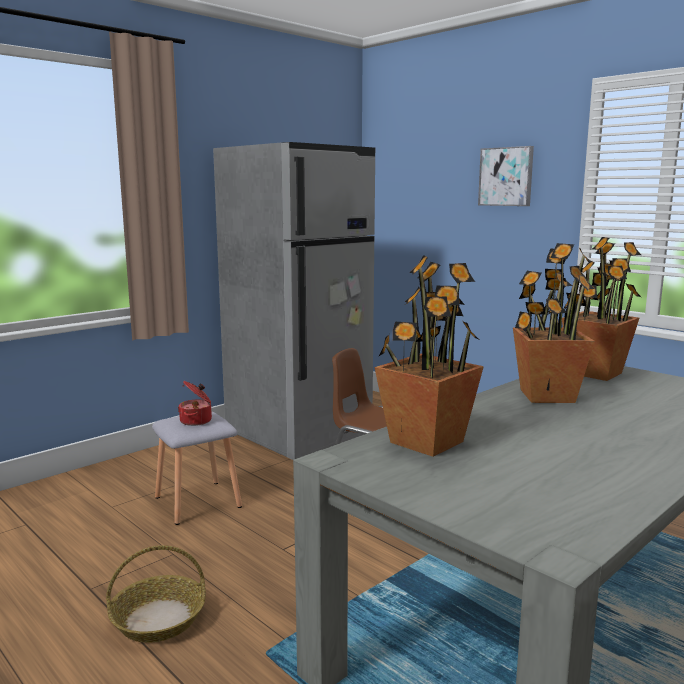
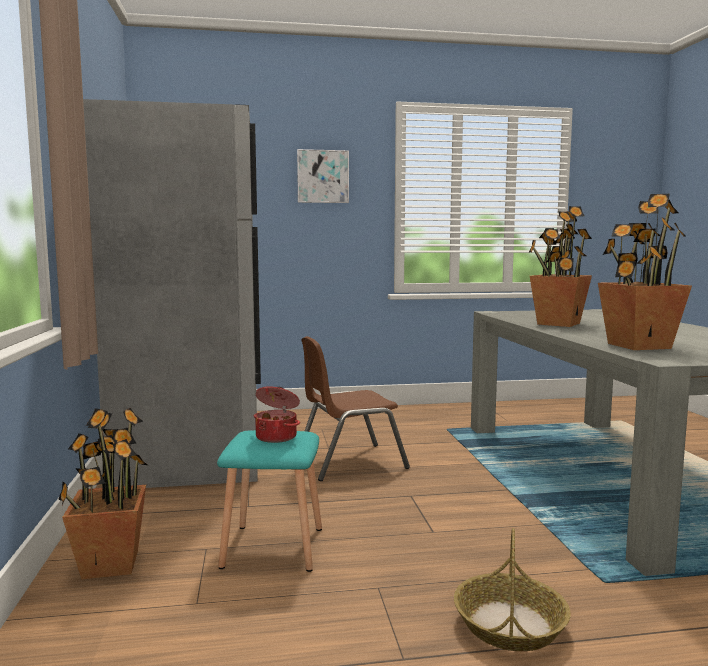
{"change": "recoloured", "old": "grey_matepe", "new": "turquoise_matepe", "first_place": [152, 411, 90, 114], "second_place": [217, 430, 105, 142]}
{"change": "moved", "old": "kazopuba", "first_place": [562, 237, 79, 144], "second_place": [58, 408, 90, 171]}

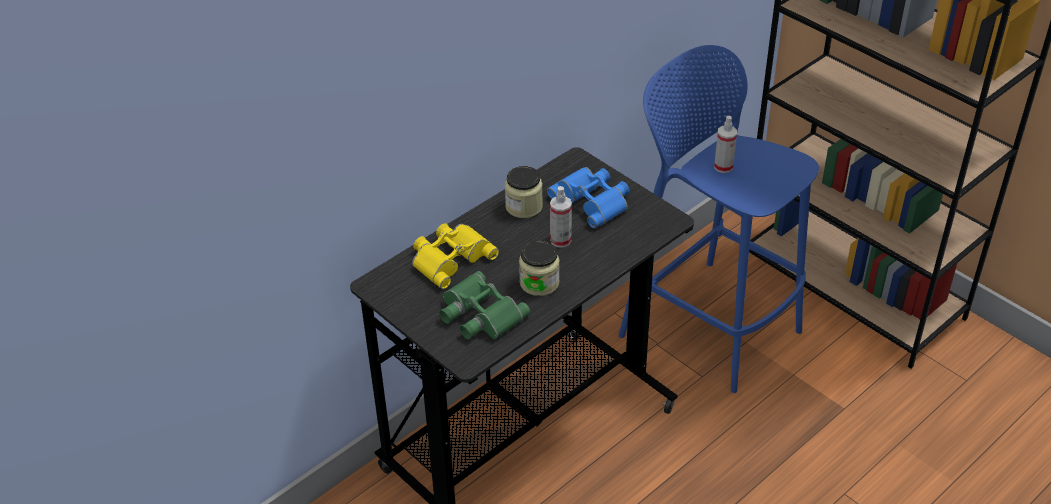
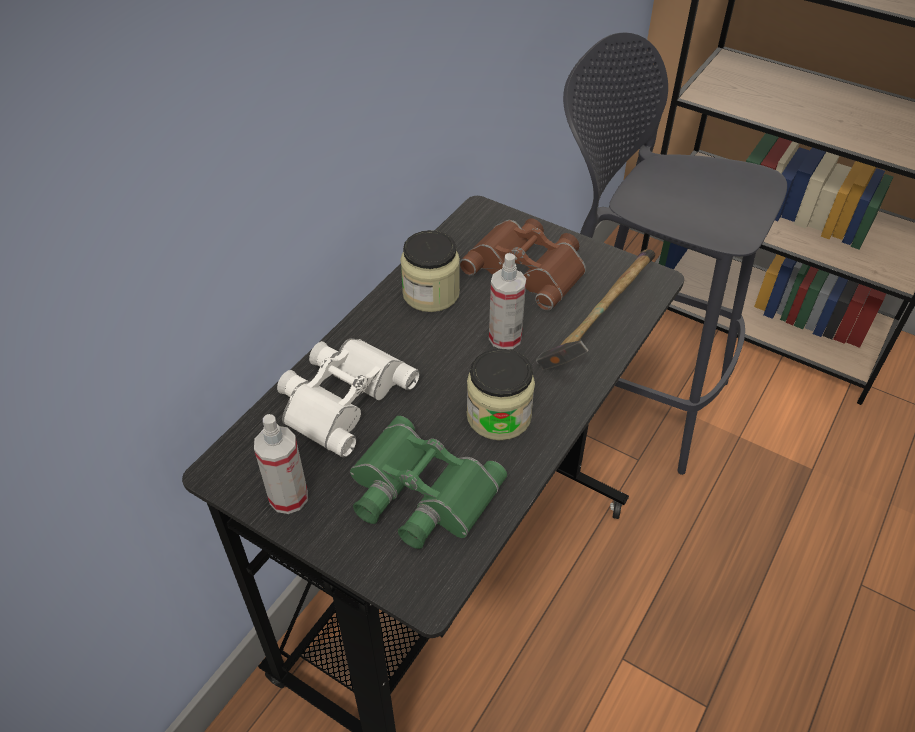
{"change": "recoloured", "old": "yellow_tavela", "new": "white_tavela", "first_place": [412, 223, 87, 66], "second_place": [277, 338, 143, 120]}
{"change": "recoloured", "old": "blue_tavela", "new": "brown_tavela", "first_place": [547, 167, 83, 61], "second_place": [459, 218, 127, 93]}
{"change": "recoloured", "old": "blue_matepe", "new": "grey_matepe", "first_place": [618, 45, 201, 348], "second_place": [563, 33, 224, 442]}
{"change": "moved", "old": "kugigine", "first_place": [714, 116, 23, 57], "second_place": [254, 414, 54, 100]}
{"change": "added", "new": "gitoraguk", "second_place": [536, 249, 119, 121]}

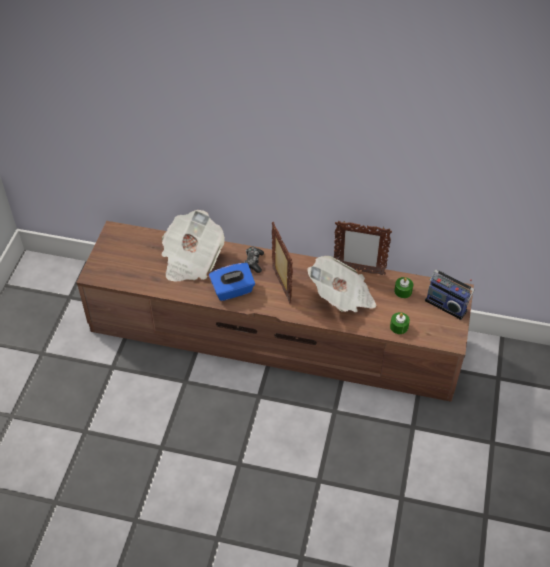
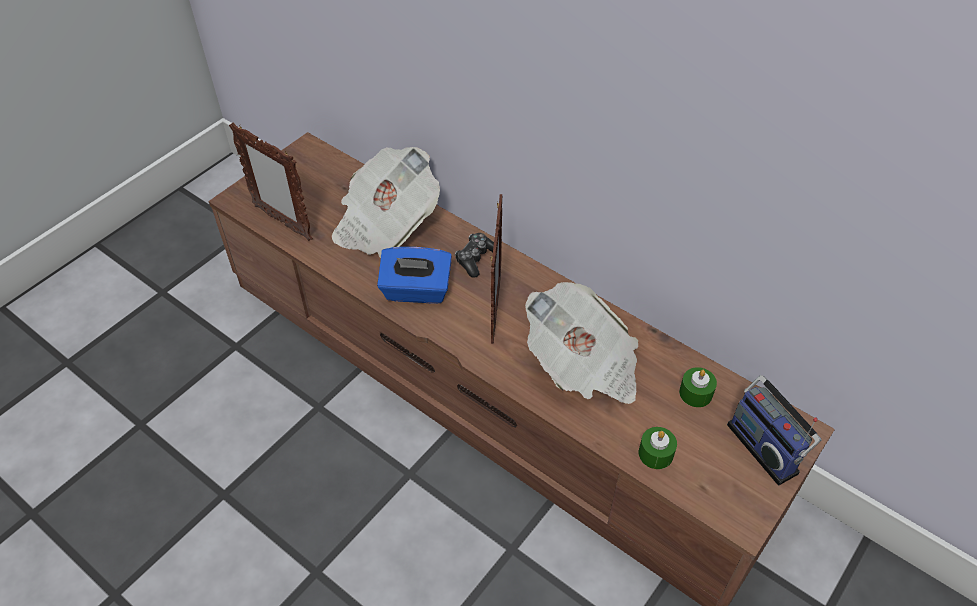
{"change": "moved", "old": "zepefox", "first_place": [334, 221, 58, 55], "second_place": [229, 123, 84, 118]}

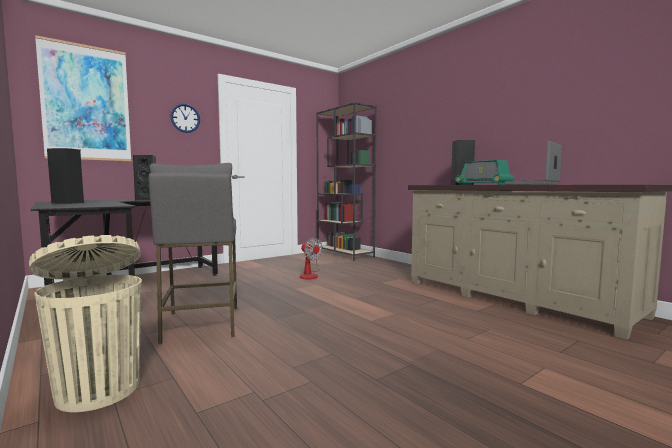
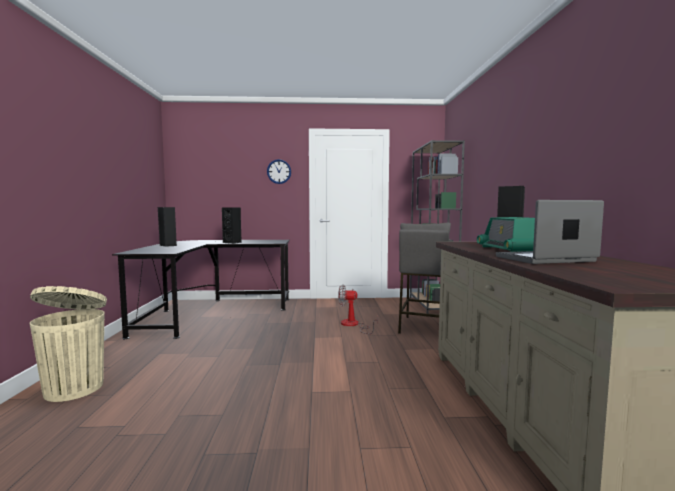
{"change": "removed", "old": "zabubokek", "first_place": [35, 35, 97, 126]}
{"change": "moved", "old": "grey_matepe", "first_place": [149, 163, 88, 181], "second_place": [398, 223, 53, 111]}
{"change": "turned", "old": "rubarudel", "first_place": [300, 238, 23, 41], "second_place": [338, 284, 40, 50], "degrees": 105}

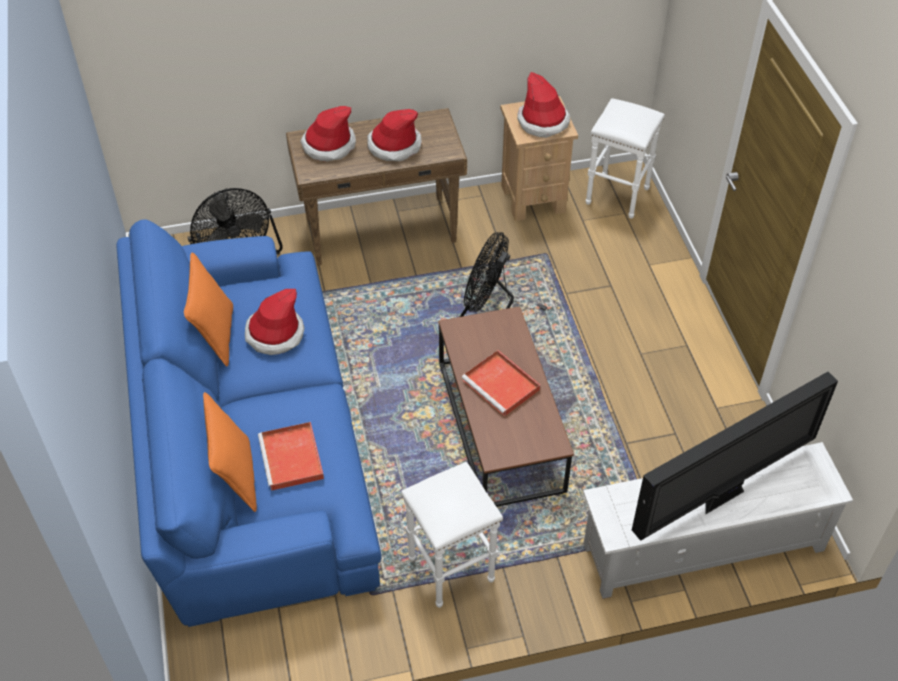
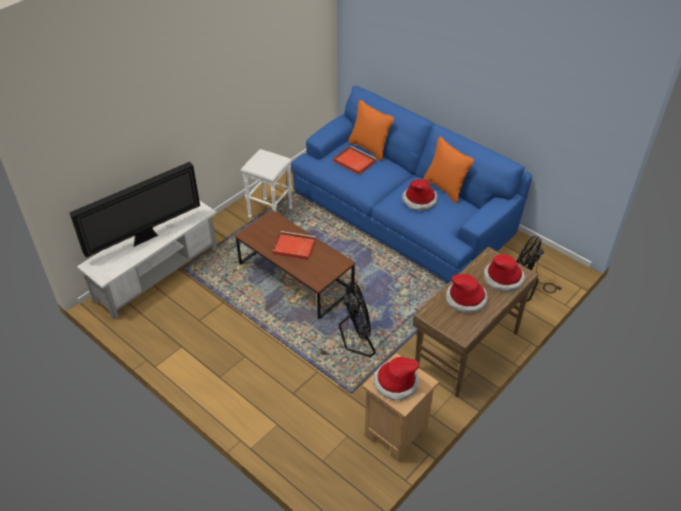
{"change": "removed", "old": "white_matepe", "first_place": [586, 98, 79, 120]}
{"change": "turned", "old": "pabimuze", "first_place": [632, 372, 206, 169], "second_place": [69, 162, 131, 96], "degrees": -150}

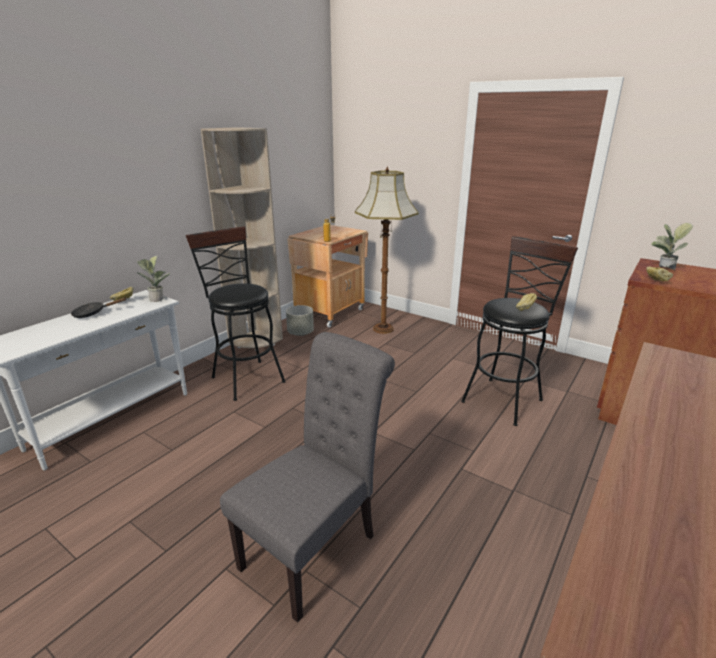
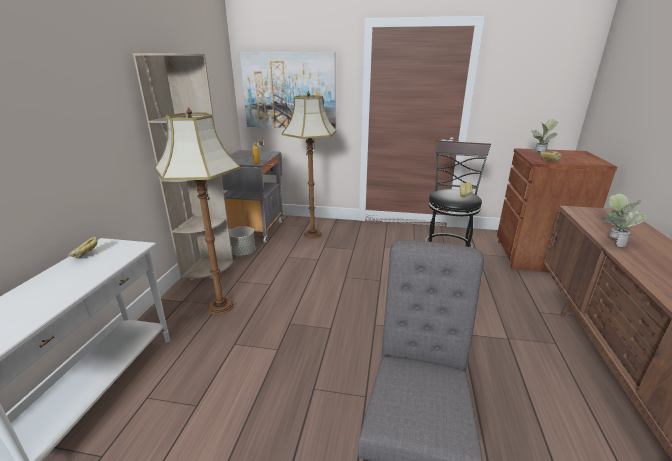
{"change": "removed", "old": "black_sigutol", "first_place": [71, 298, 56, 20]}
{"change": "moved", "old": "kazopuba", "first_place": [136, 256, 34, 46], "second_place": [601, 194, 46, 53]}
{"change": "replaced", "old": "black_matepe", "new": "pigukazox", "first_place": [186, 226, 100, 175], "second_place": [154, 107, 87, 208]}
{"change": "recoloured", "old": "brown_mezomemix", "new": "grey_mezomemix", "first_place": [287, 225, 81, 102], "second_place": [222, 150, 61, 93]}
{"change": "added", "new": "zabubokek", "second_place": [240, 52, 96, 77]}

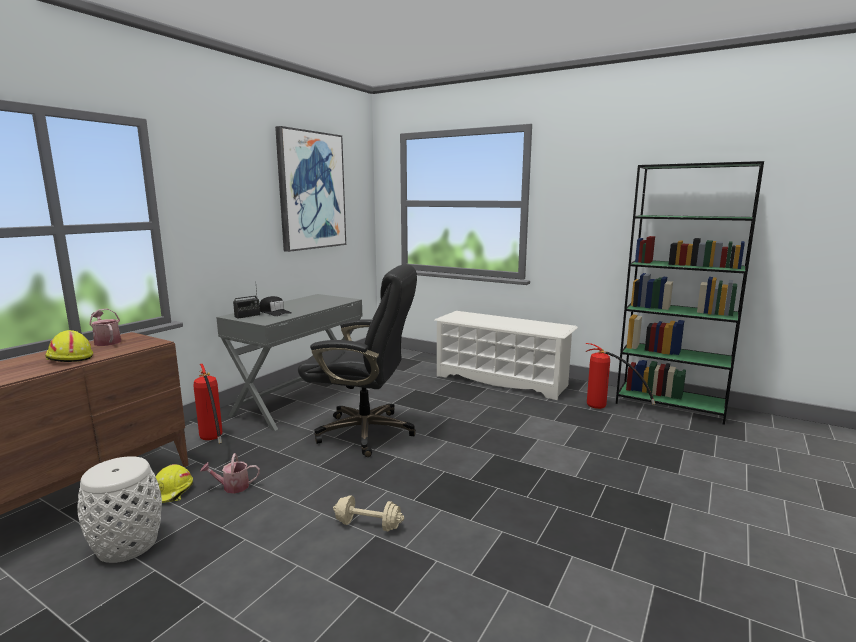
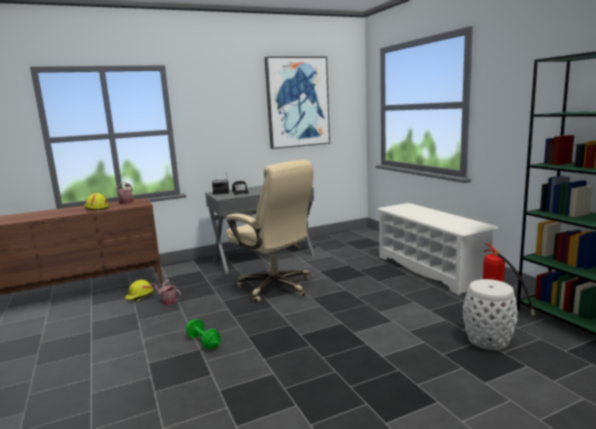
{"change": "moved", "old": "white_matepe", "first_place": [77, 456, 85, 107], "second_place": [463, 279, 55, 71]}
{"change": "removed", "old": "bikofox", "first_place": [193, 364, 30, 80]}
{"change": "recoloured", "old": "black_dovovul", "new": "beige_dovovul", "first_place": [298, 264, 119, 193], "second_place": [226, 160, 87, 143]}
{"change": "recoloured", "old": "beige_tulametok", "new": "green_tulametok", "first_place": [333, 495, 71, 36], "second_place": [186, 319, 35, 30]}

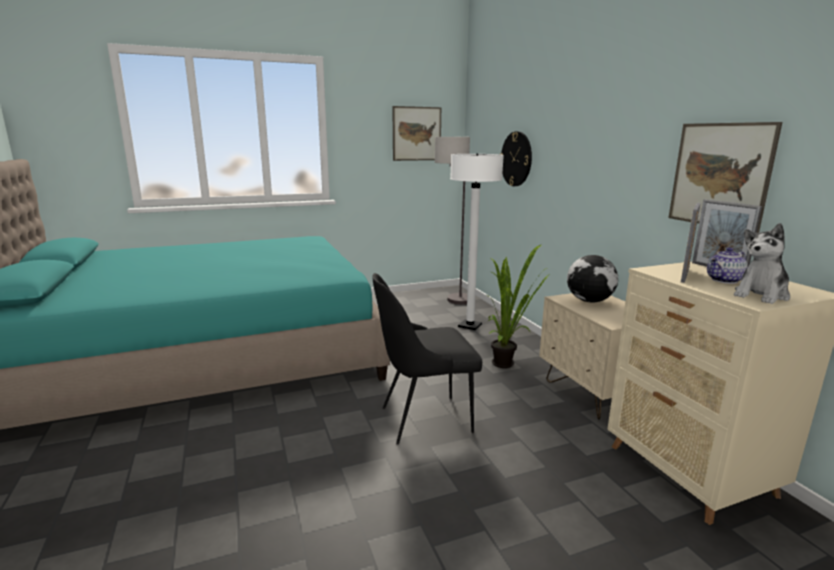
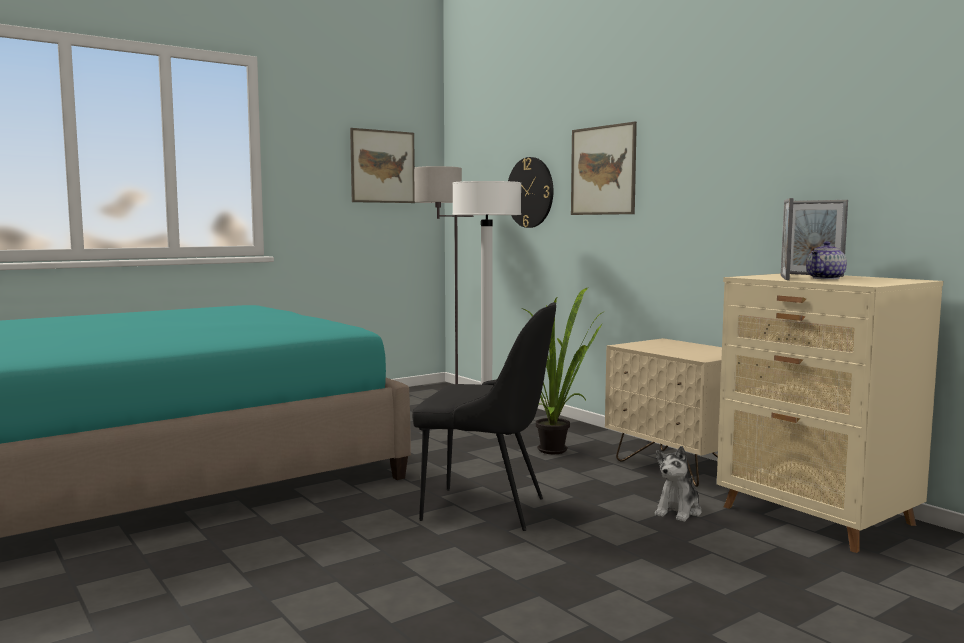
{"change": "turned", "old": "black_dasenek", "first_place": [372, 273, 110, 172], "second_place": [412, 302, 144, 229], "degrees": -135}
{"change": "removed", "old": "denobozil", "first_place": [567, 255, 51, 47]}
{"change": "moved", "old": "zabubokek", "first_place": [668, 122, 115, 111], "second_place": [571, 122, 66, 93]}
{"change": "moved", "old": "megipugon", "first_place": [734, 223, 56, 81], "second_place": [655, 446, 47, 76]}

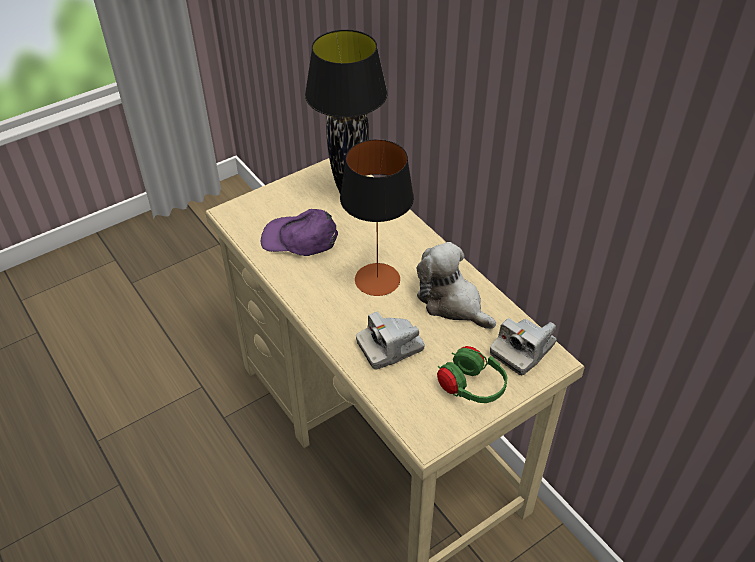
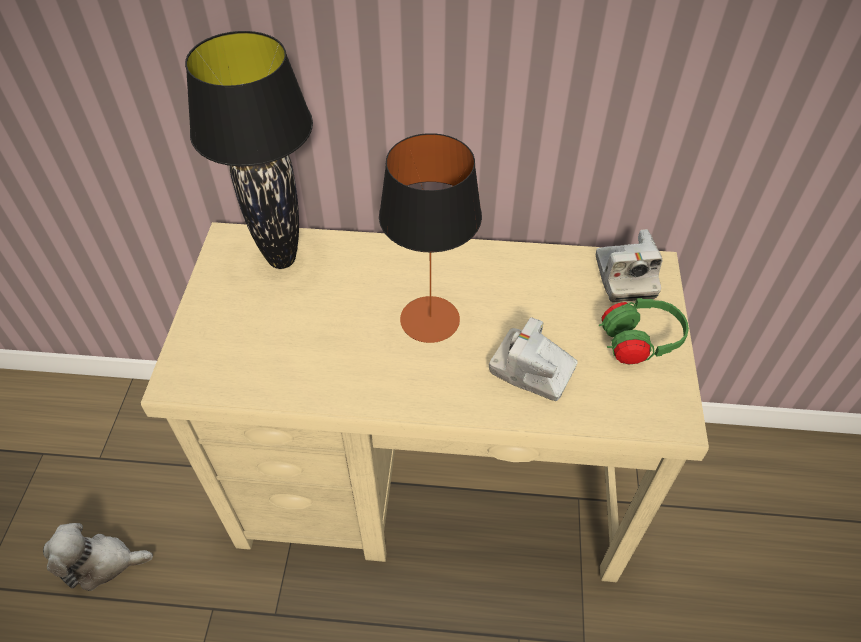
{"change": "removed", "old": "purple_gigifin", "first_place": [261, 209, 77, 47]}
{"change": "turned", "old": "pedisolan", "first_place": [356, 311, 69, 58], "second_place": [489, 317, 89, 84], "degrees": 105}
{"change": "moved", "old": "megipugon", "first_place": [417, 242, 79, 87], "second_place": [43, 523, 110, 68]}

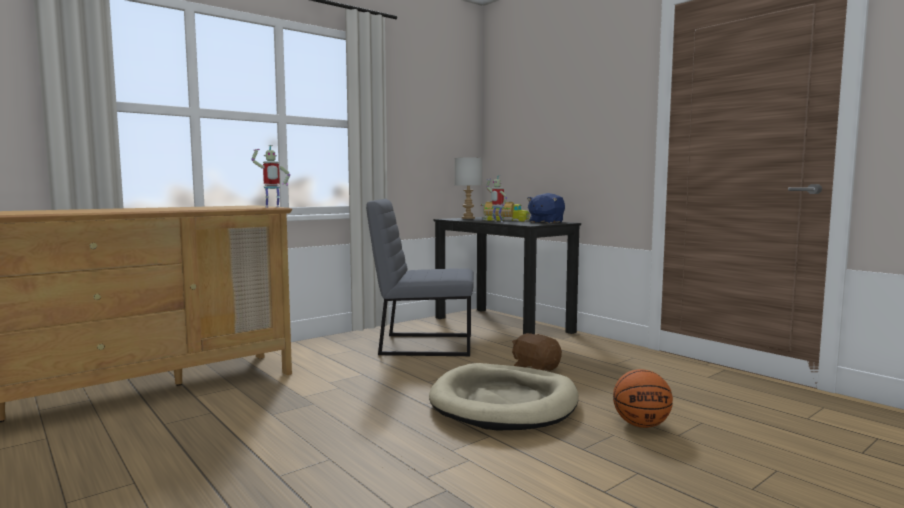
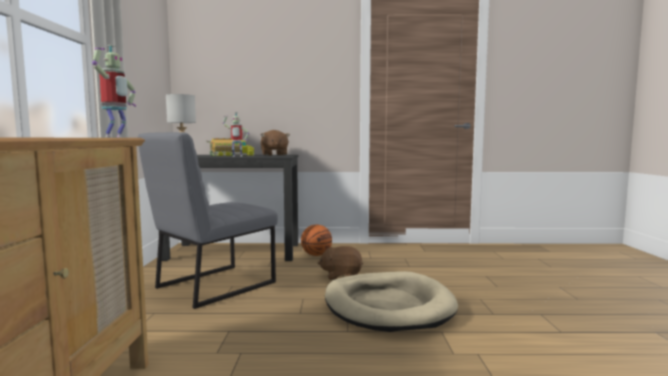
{"change": "recoloured", "old": "blue_megipugon", "new": "brown_megipugon", "first_place": [527, 193, 38, 30], "second_place": [261, 130, 29, 26]}
{"change": "moved", "old": "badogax", "first_place": [613, 369, 60, 59], "second_place": [301, 224, 31, 32]}

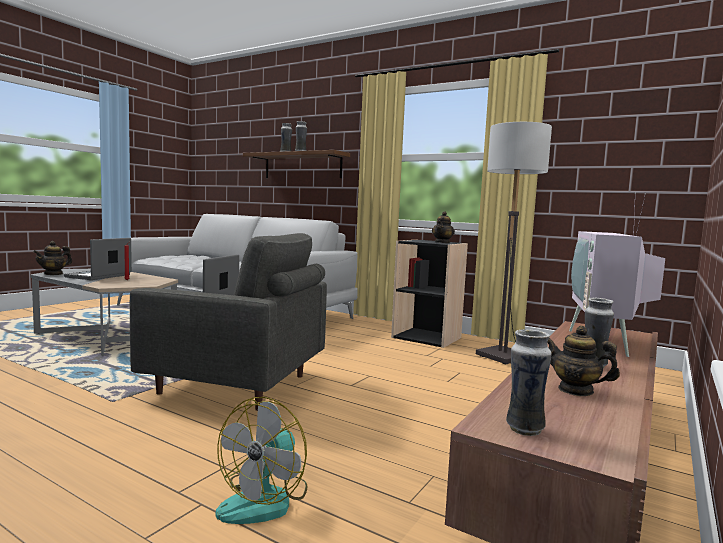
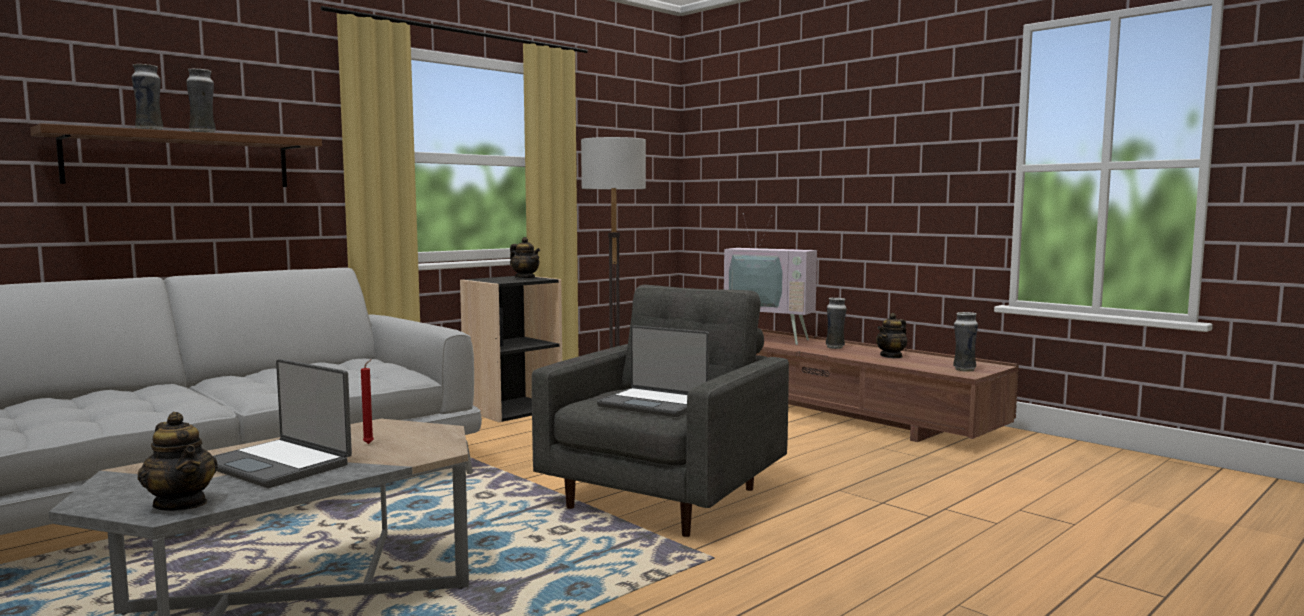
{"change": "removed", "old": "rubarudel", "first_place": [216, 397, 92, 127]}

